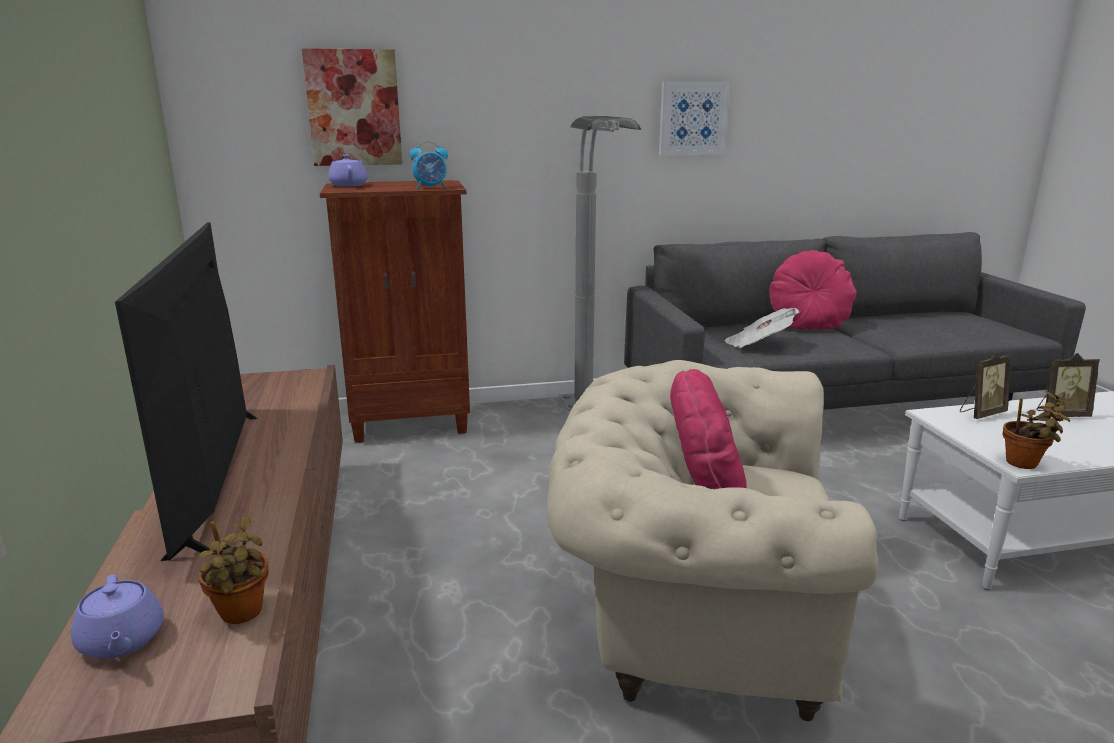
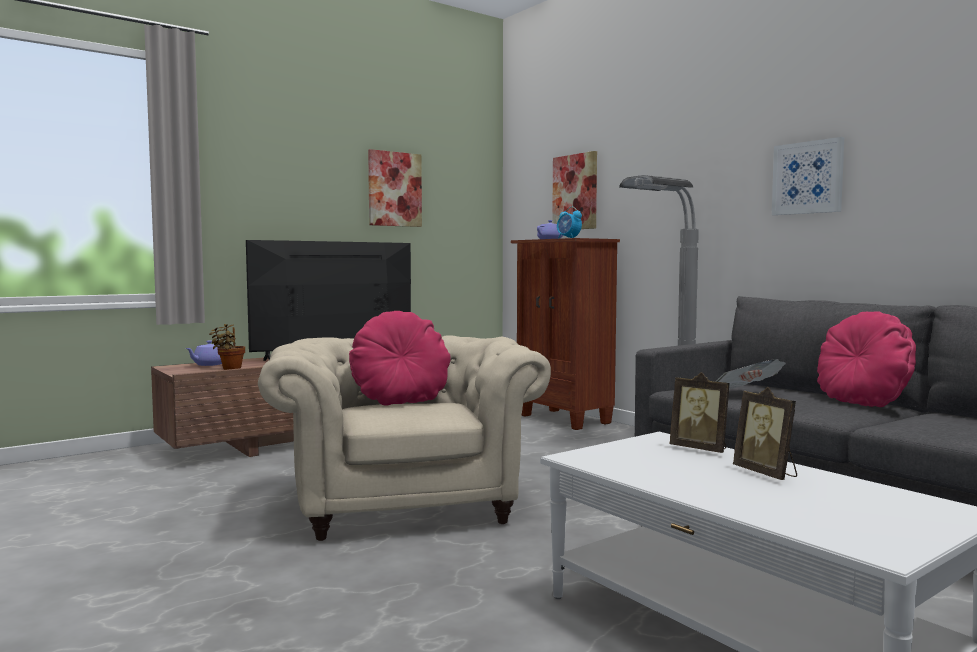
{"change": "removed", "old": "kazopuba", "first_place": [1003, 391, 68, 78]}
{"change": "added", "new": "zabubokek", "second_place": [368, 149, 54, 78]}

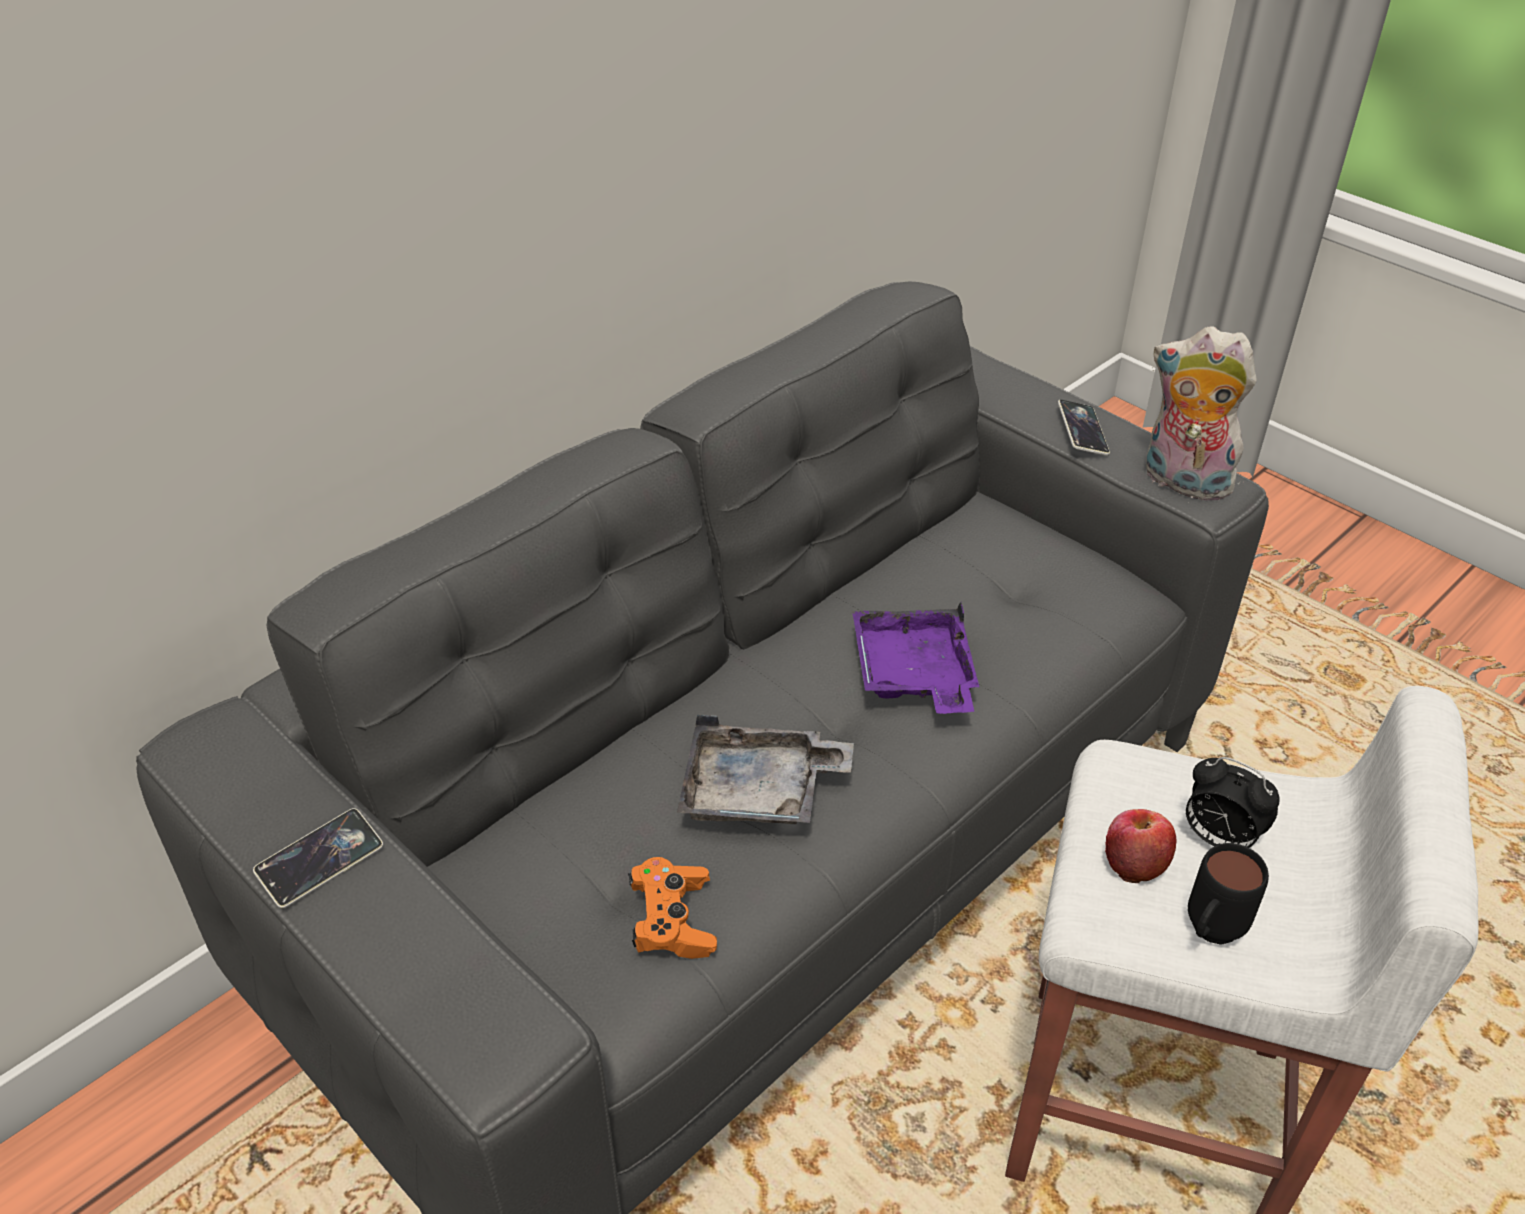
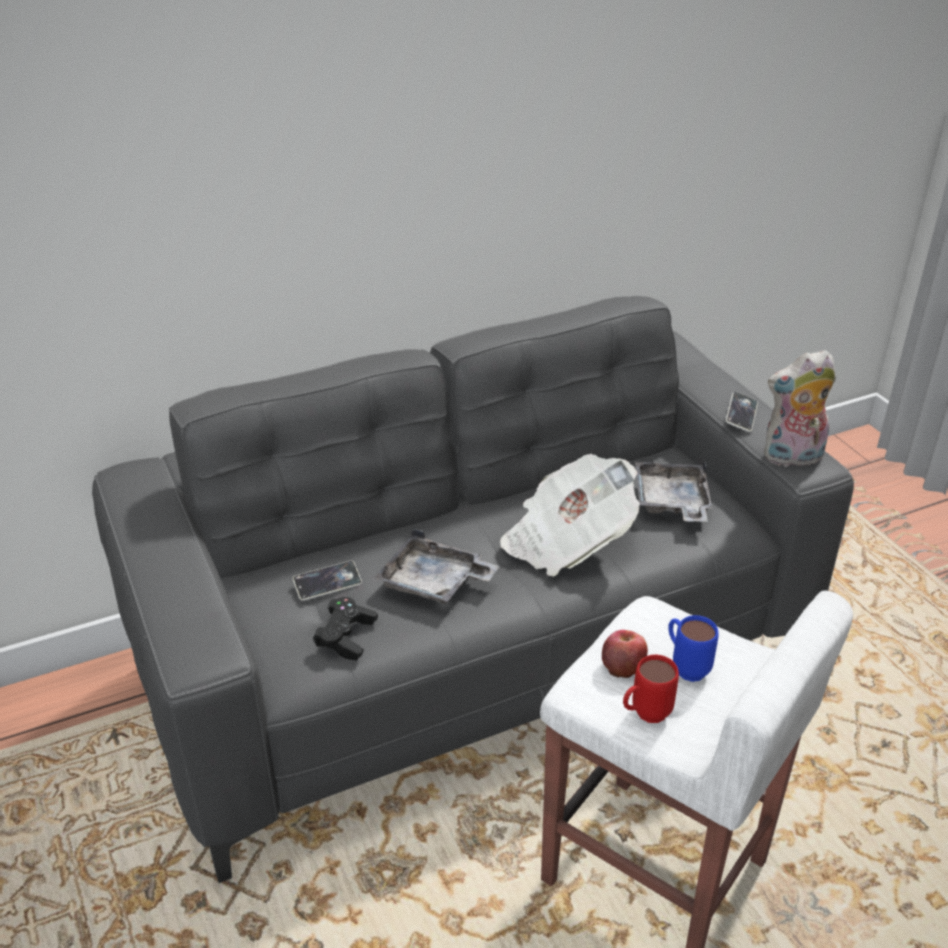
{"change": "moved", "old": "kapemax", "first_place": [253, 808, 130, 100], "second_place": [293, 561, 69, 40]}
{"change": "recoloured", "old": "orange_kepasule", "new": "black_kepasule", "first_place": [628, 857, 89, 102], "second_place": [313, 597, 65, 64]}
{"change": "replaced", "old": "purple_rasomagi", "new": "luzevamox", "first_place": [852, 602, 127, 112], "second_place": [500, 454, 140, 123]}
{"change": "turned", "old": "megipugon", "first_place": [1146, 326, 111, 177], "second_place": [764, 350, 72, 119], "degrees": -60}
{"change": "replaced", "old": "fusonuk", "new": "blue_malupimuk", "first_place": [1186, 757, 94, 91], "second_place": [668, 615, 51, 67]}
{"change": "recoloured", "old": "black_malupimuk", "new": "red_malupimuk", "first_place": [1188, 843, 81, 102], "second_place": [623, 655, 56, 68]}
{"change": "added", "new": "grey_rasomagi", "second_place": [635, 461, 77, 61]}

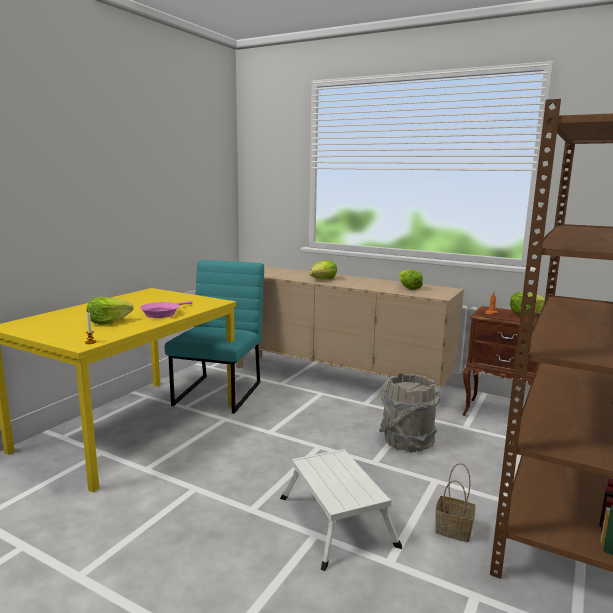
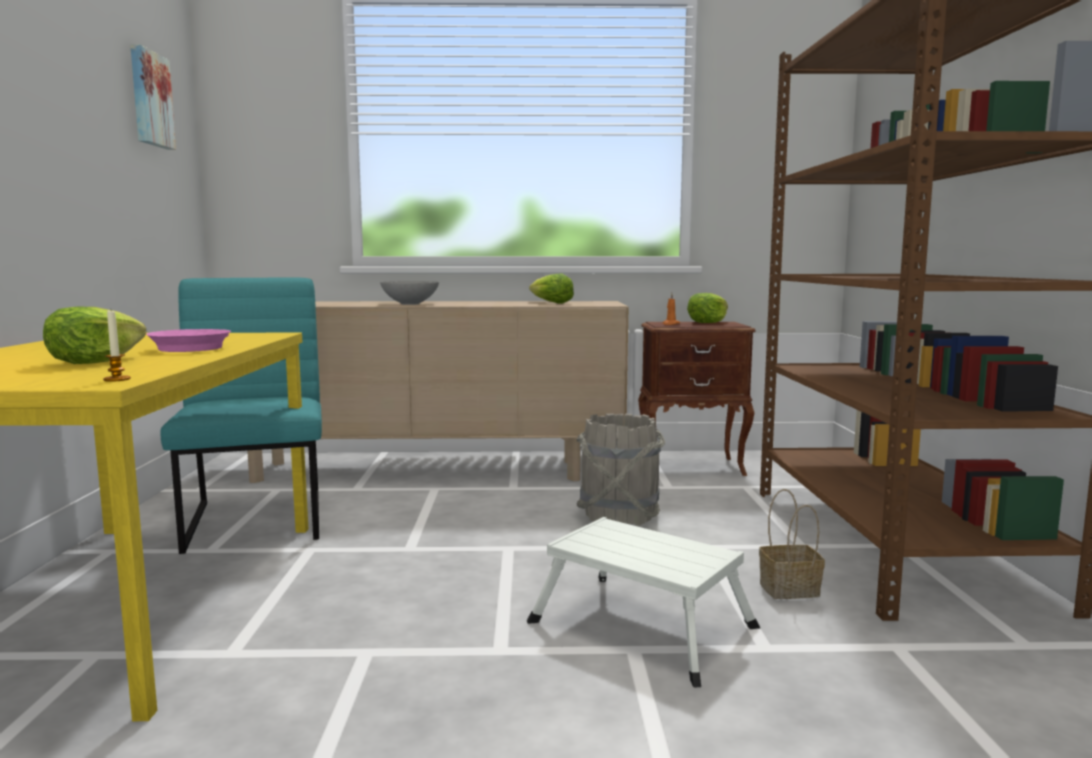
{"change": "replaced", "old": "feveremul", "new": "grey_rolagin", "first_place": [309, 260, 28, 19], "second_place": [380, 281, 59, 24]}
{"change": "added", "new": "zabubokek", "second_place": [130, 44, 46, 106]}

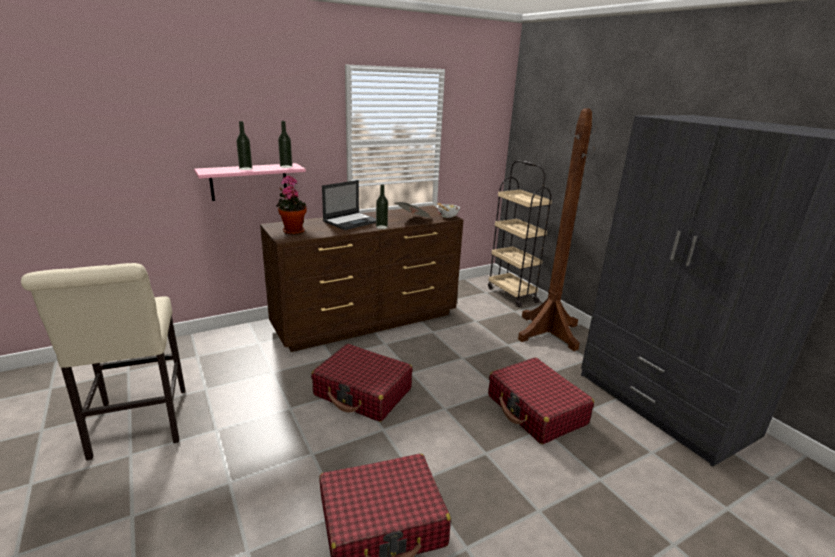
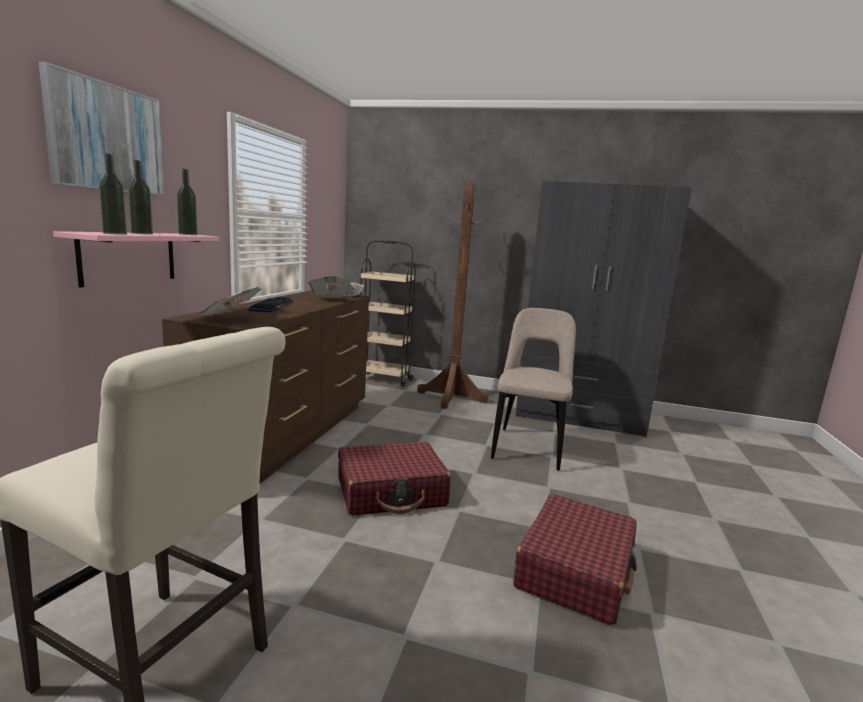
{"change": "replaced", "old": "kazopuba", "new": "luzevamox", "first_place": [276, 176, 31, 59], "second_place": [197, 287, 64, 29]}
{"change": "replaced", "old": "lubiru", "new": "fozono", "first_place": [322, 180, 54, 50], "second_place": [249, 297, 44, 15]}
{"change": "moved", "old": "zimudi", "first_place": [376, 184, 12, 45], "second_place": [99, 153, 28, 82]}
{"change": "replaced", "old": "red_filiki", "new": "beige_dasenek", "first_place": [488, 357, 106, 87], "second_place": [491, 308, 85, 163]}
{"change": "added", "new": "zabubokek", "second_place": [39, 62, 125, 134]}

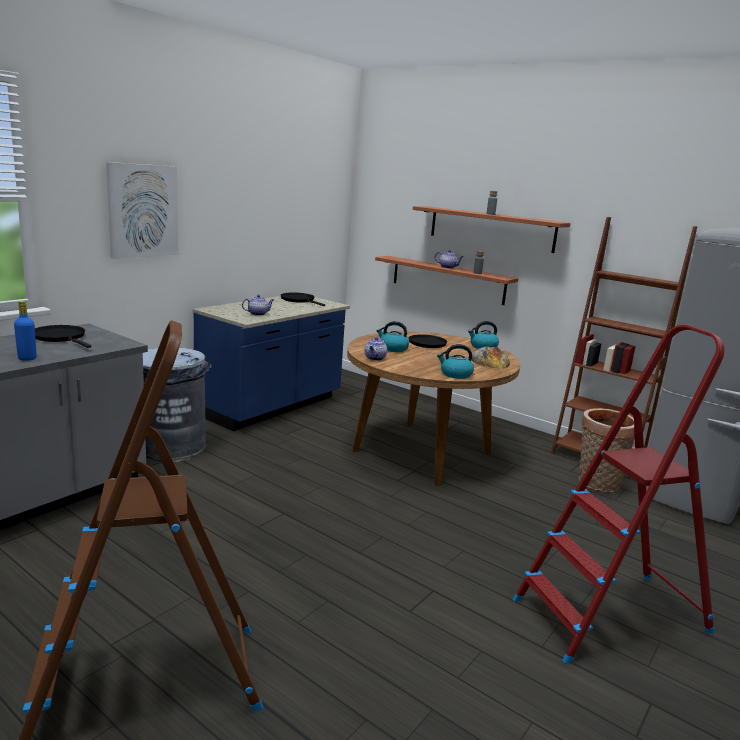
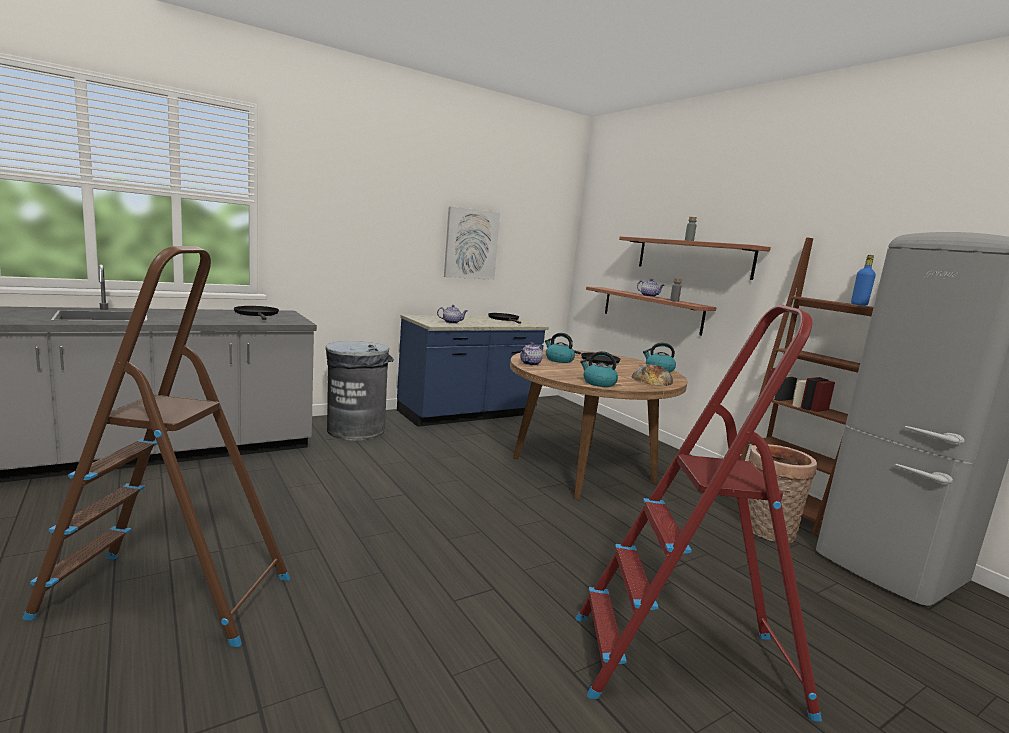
{"change": "moved", "old": "blue_zimudi", "first_place": [14, 301, 23, 60], "second_place": [851, 255, 25, 51]}
{"change": "moved", "old": "zabubokek", "first_place": [106, 162, 72, 97], "second_place": [444, 206, 56, 74]}

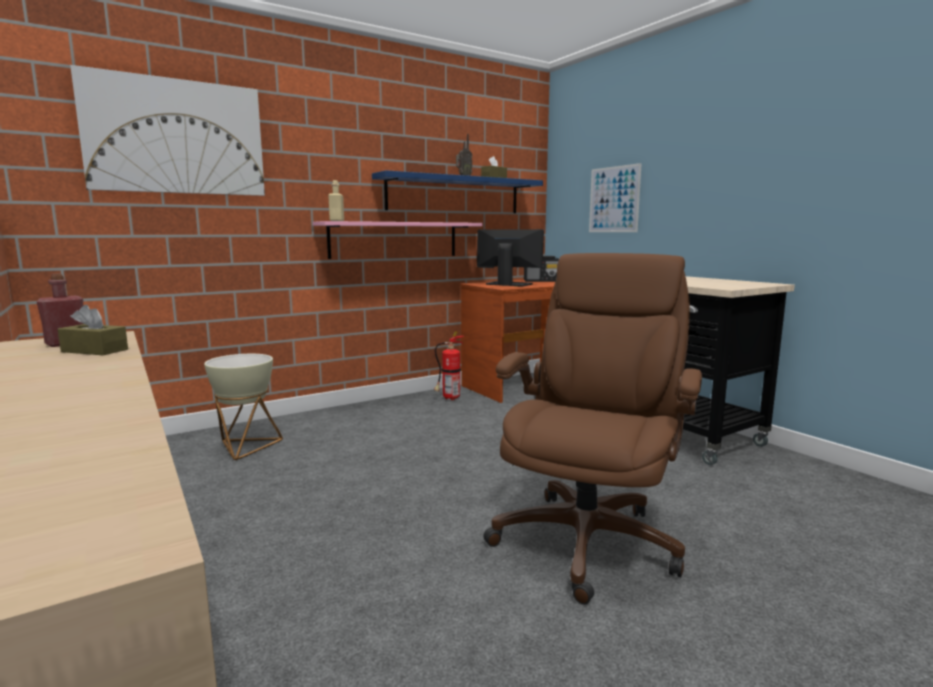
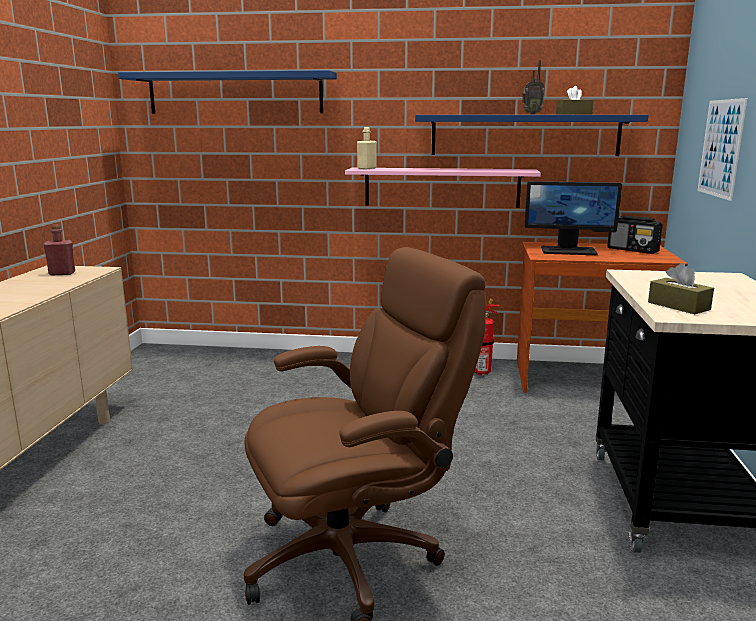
{"change": "moved", "old": "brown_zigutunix", "first_place": [58, 305, 70, 50], "second_place": [648, 263, 66, 51]}
{"change": "replaced", "old": "zabubokek", "new": "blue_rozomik", "first_place": [70, 65, 195, 131], "second_place": [118, 70, 219, 43]}
{"change": "removed", "old": "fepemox", "first_place": [204, 354, 79, 106]}
{"change": "turned", "old": "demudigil", "first_place": [477, 229, 67, 58], "second_place": [525, 181, 97, 74], "degrees": 120}

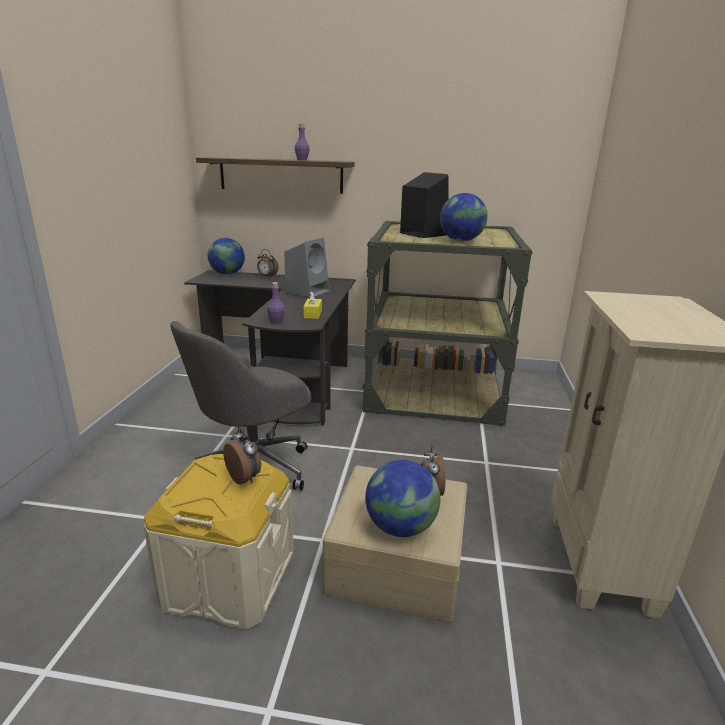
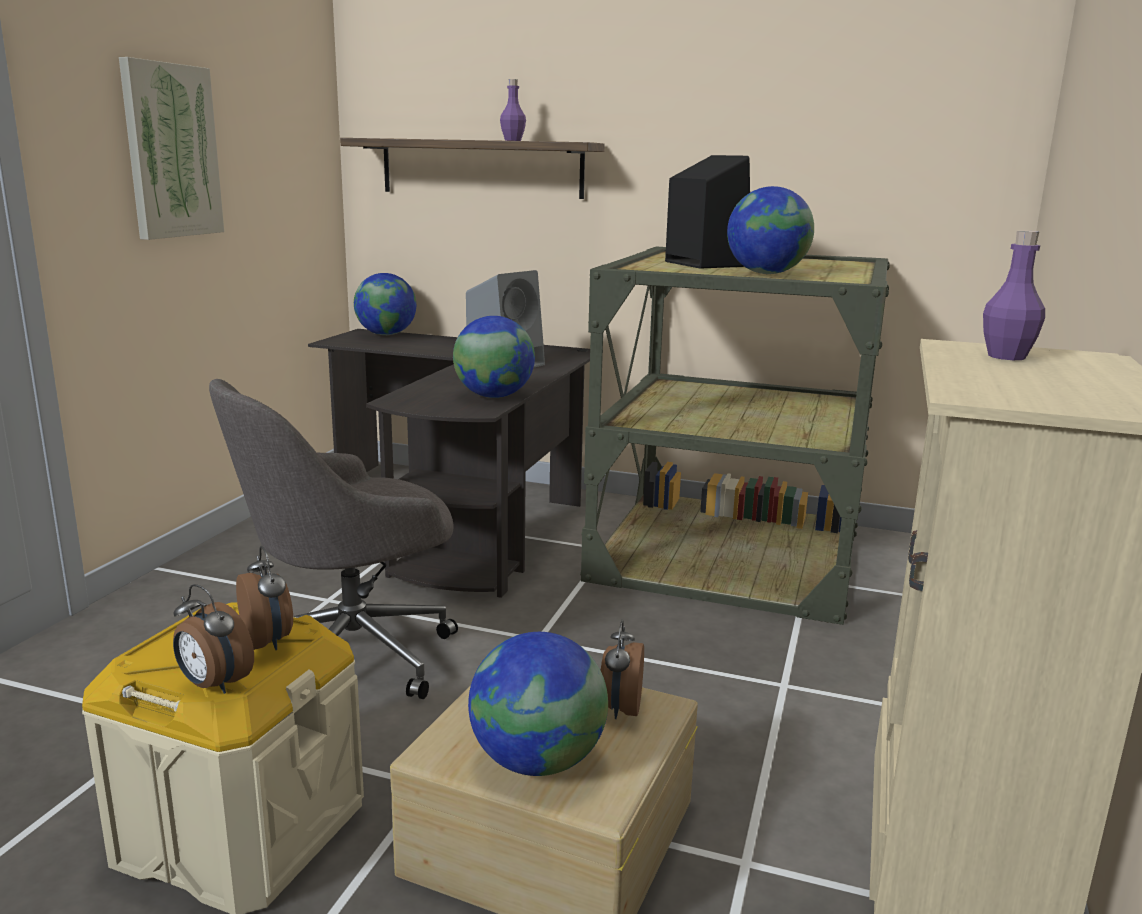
{"change": "moved", "old": "fusonuk", "first_place": [257, 249, 21, 29], "second_place": [173, 584, 81, 110]}
{"change": "moved", "old": "purple_zimudi", "first_place": [267, 282, 18, 42], "second_place": [983, 230, 62, 130]}
{"change": "replaced", "old": "yellow_zigutunix", "new": "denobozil", "first_place": [303, 291, 19, 28], "second_place": [453, 316, 82, 82]}
{"change": "added", "new": "zabubokek", "second_place": [119, 57, 105, 183]}

